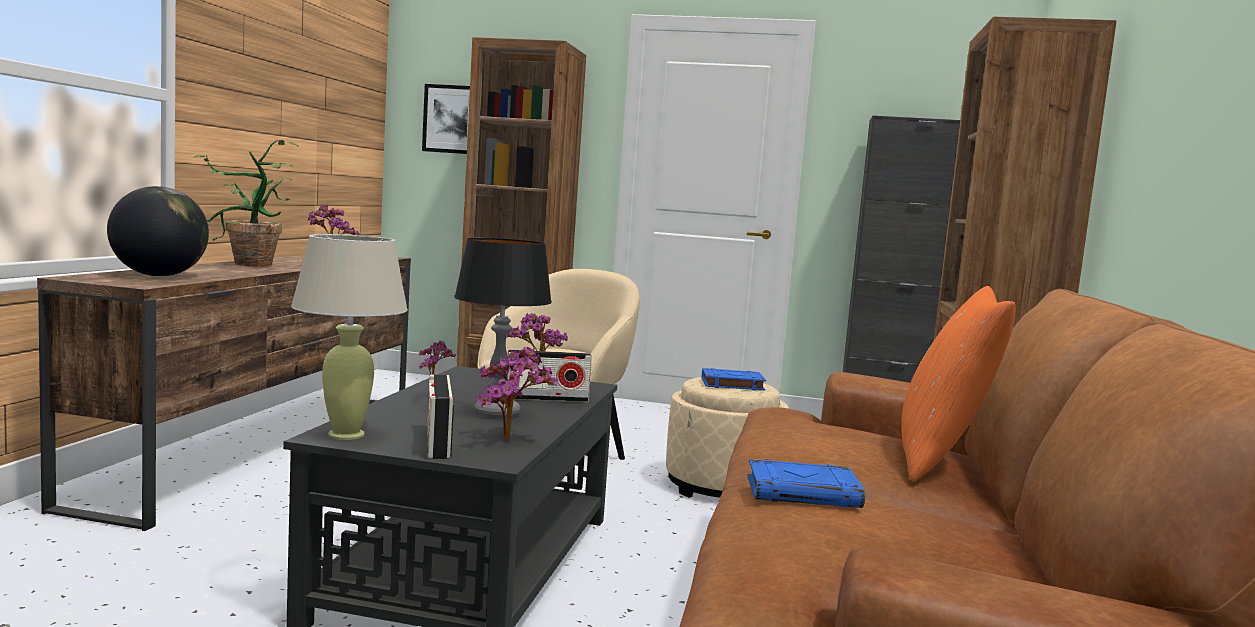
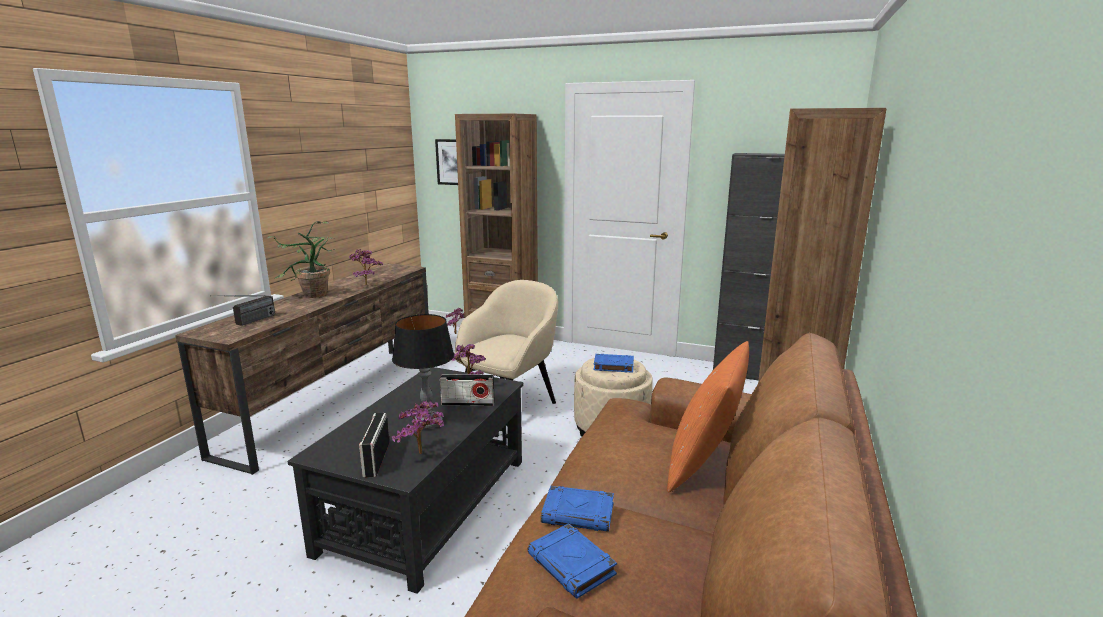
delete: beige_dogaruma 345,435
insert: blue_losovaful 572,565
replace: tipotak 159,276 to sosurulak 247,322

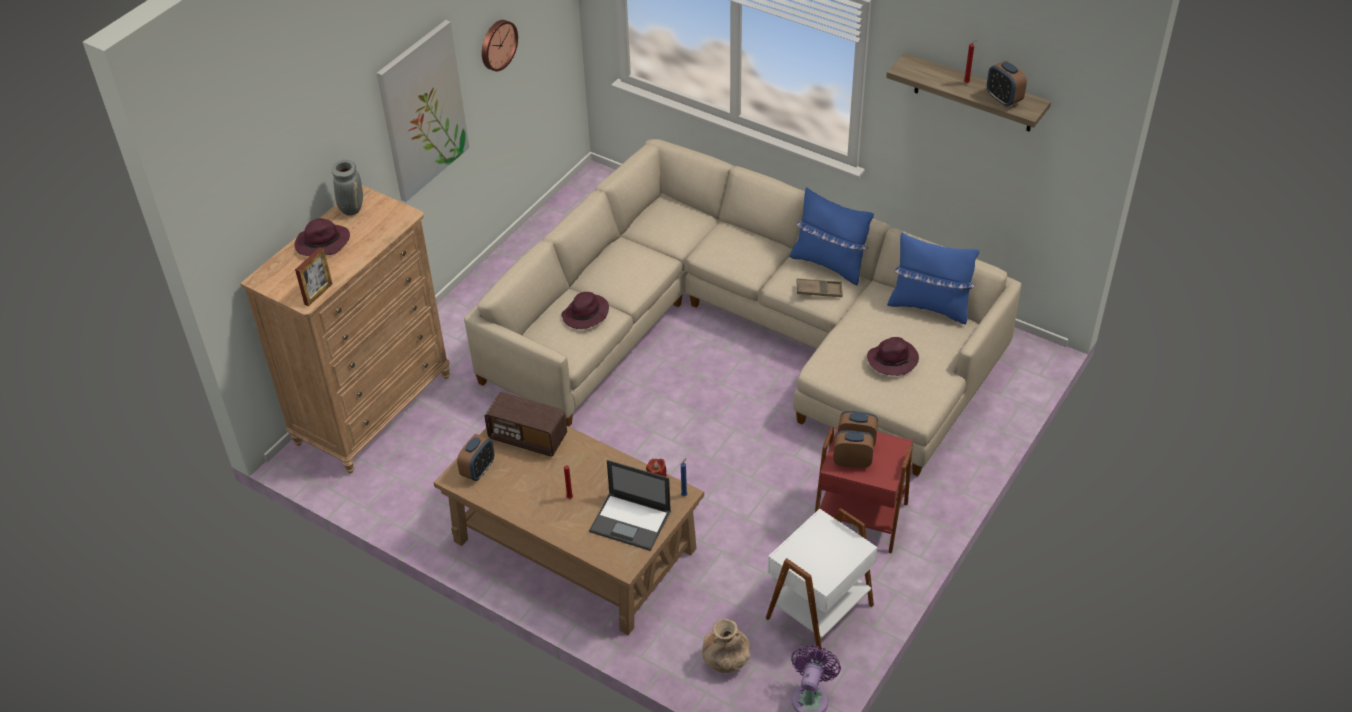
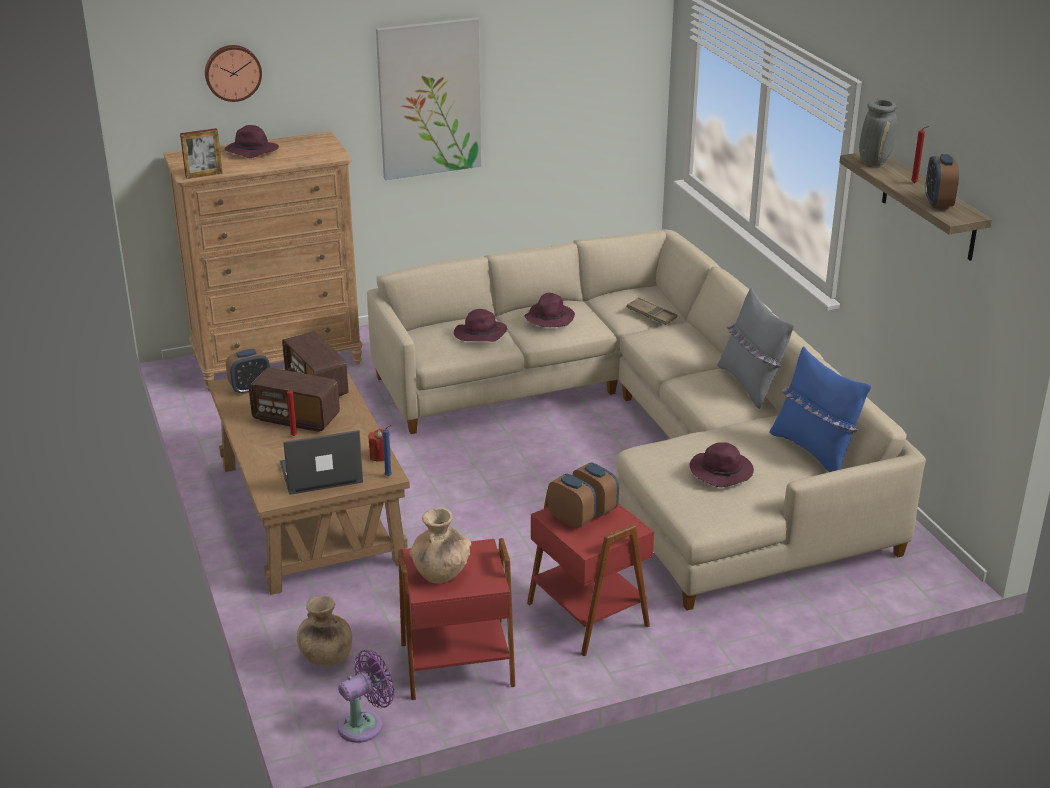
insert: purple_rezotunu 549,318; sosurulak 296,418; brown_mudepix 440,573
move: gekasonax 497,44 to 232,72; grey_mudepix 351,208 to 874,162; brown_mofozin 819,291 to 651,315
recolor: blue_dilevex 829,264 to grey_dilevex 751,385; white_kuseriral 817,610 to red_kuseriral 456,663
rotate: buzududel 631,521 = 320,473 105 degrees clockwise

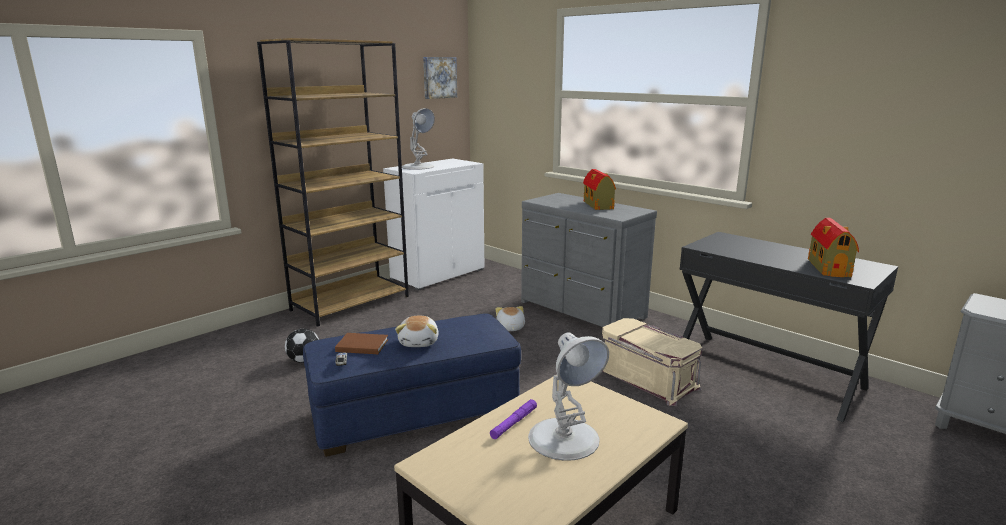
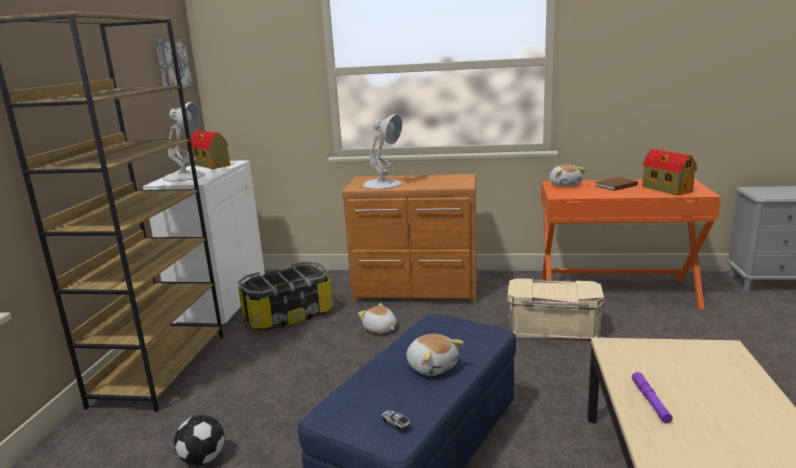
insert: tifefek 565,184; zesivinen 288,315
move: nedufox 598,205 to 212,165; white_dogaruma 564,439 to 383,184; brown_losovaful 361,345 to 615,185
recolor: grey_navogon 581,310 to brown_navogon 416,291; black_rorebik 767,373 to orange_rorebik 616,292

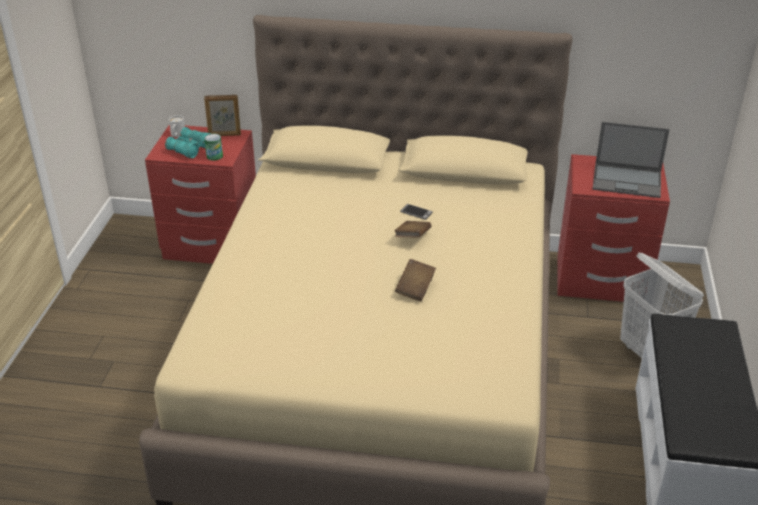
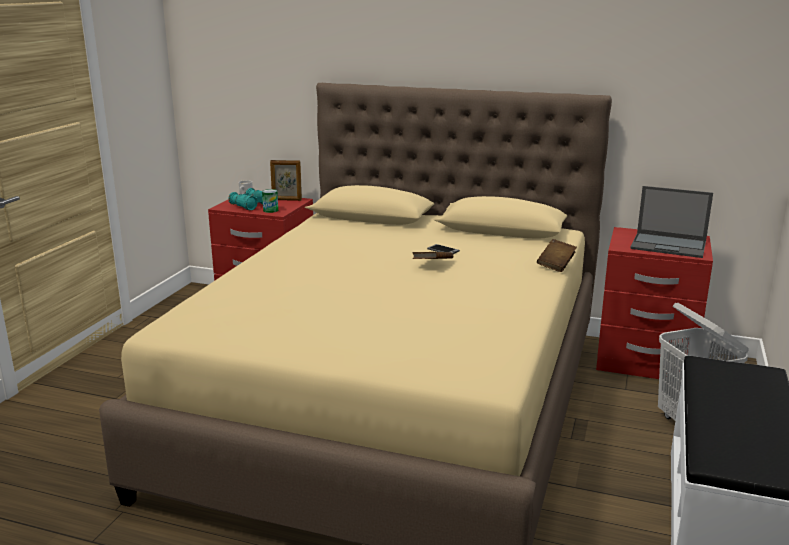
move: brown_losovaful 415,288 to 556,265

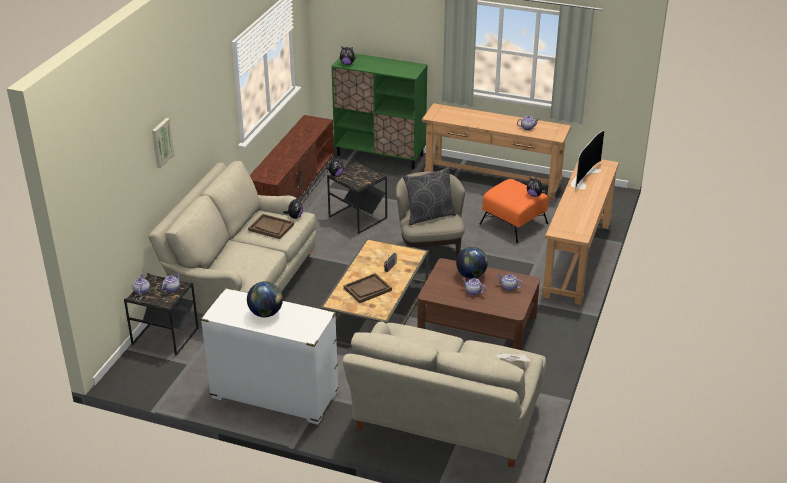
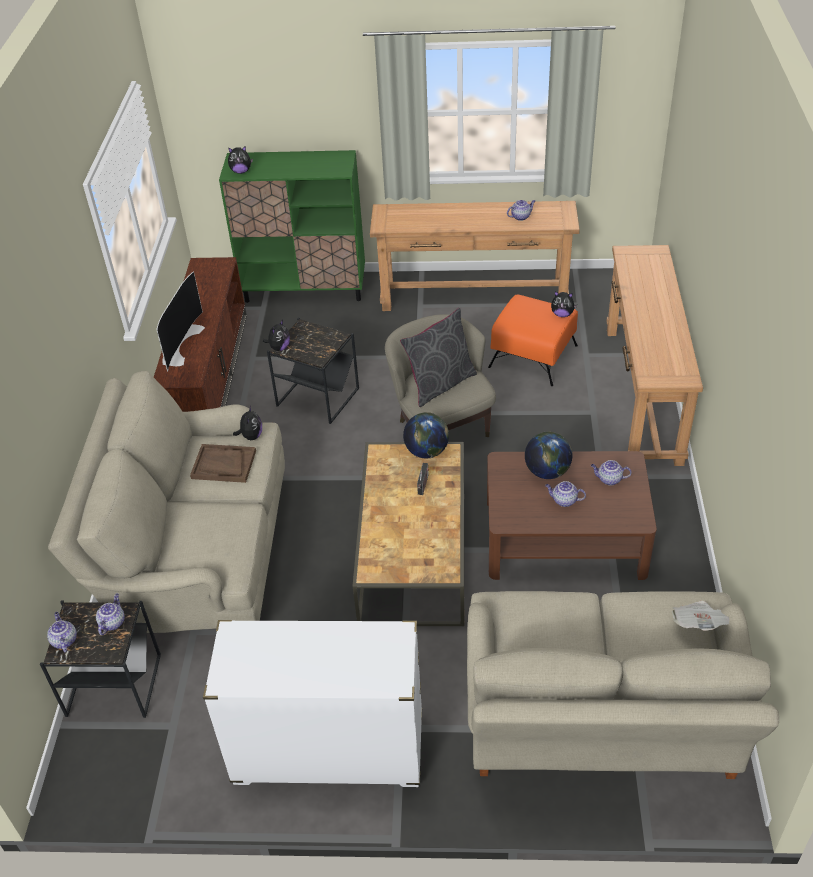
delete: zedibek 161,142; brown_mofozin 367,289
move: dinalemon 583,176 to 180,344; tipotak 266,313 to 427,452

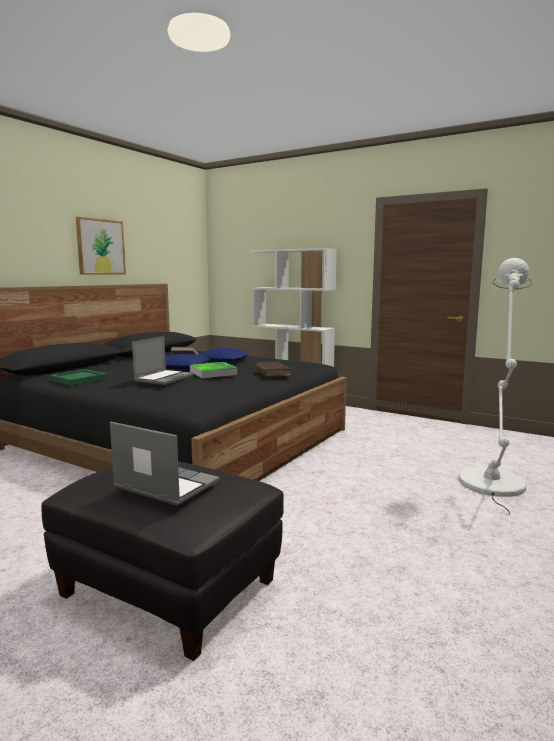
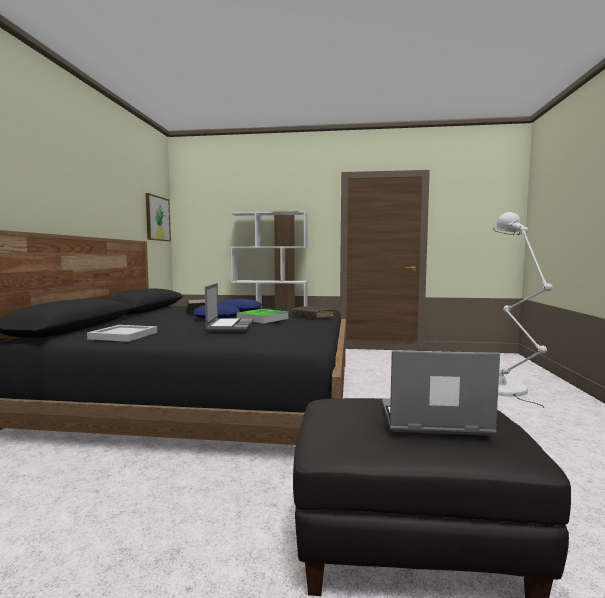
move: zedibek 100,247 to 157,218
recolor: green_mofozin 77,379 to white_mofozin 122,336

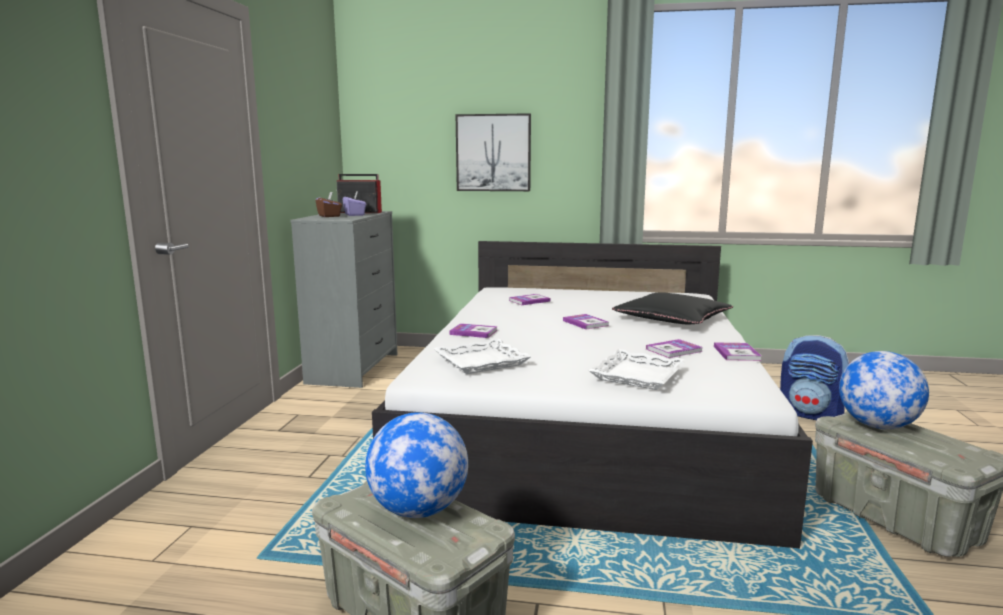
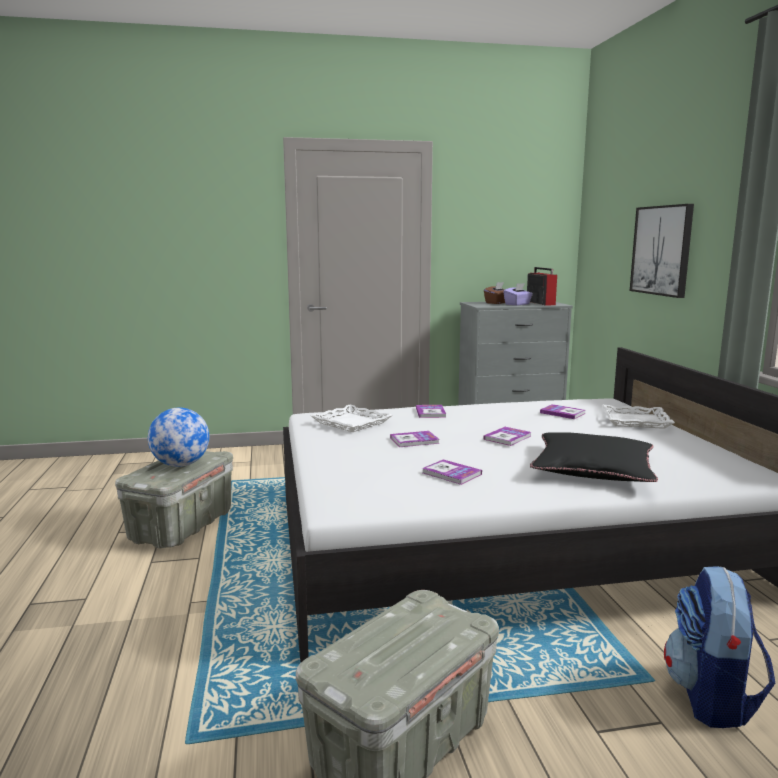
delete: tipotak 877,426
move: losovaful 736,353 to 414,440; white_mofozin 637,375 to 635,421

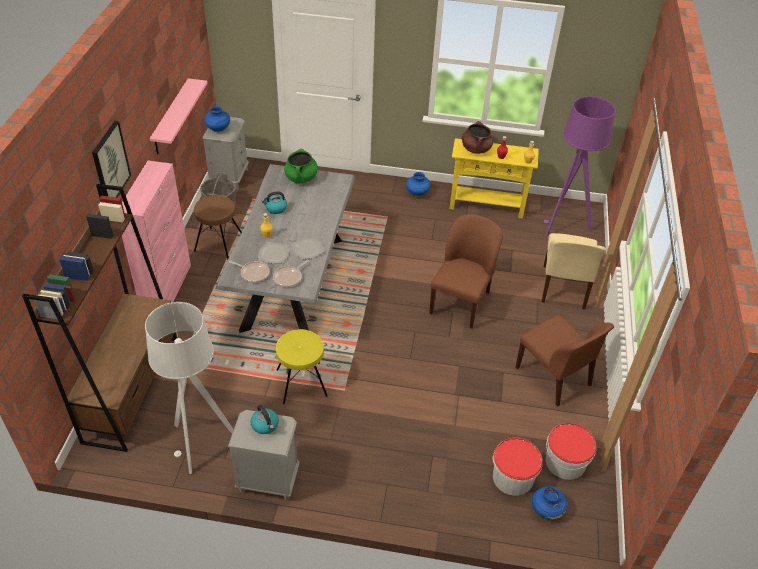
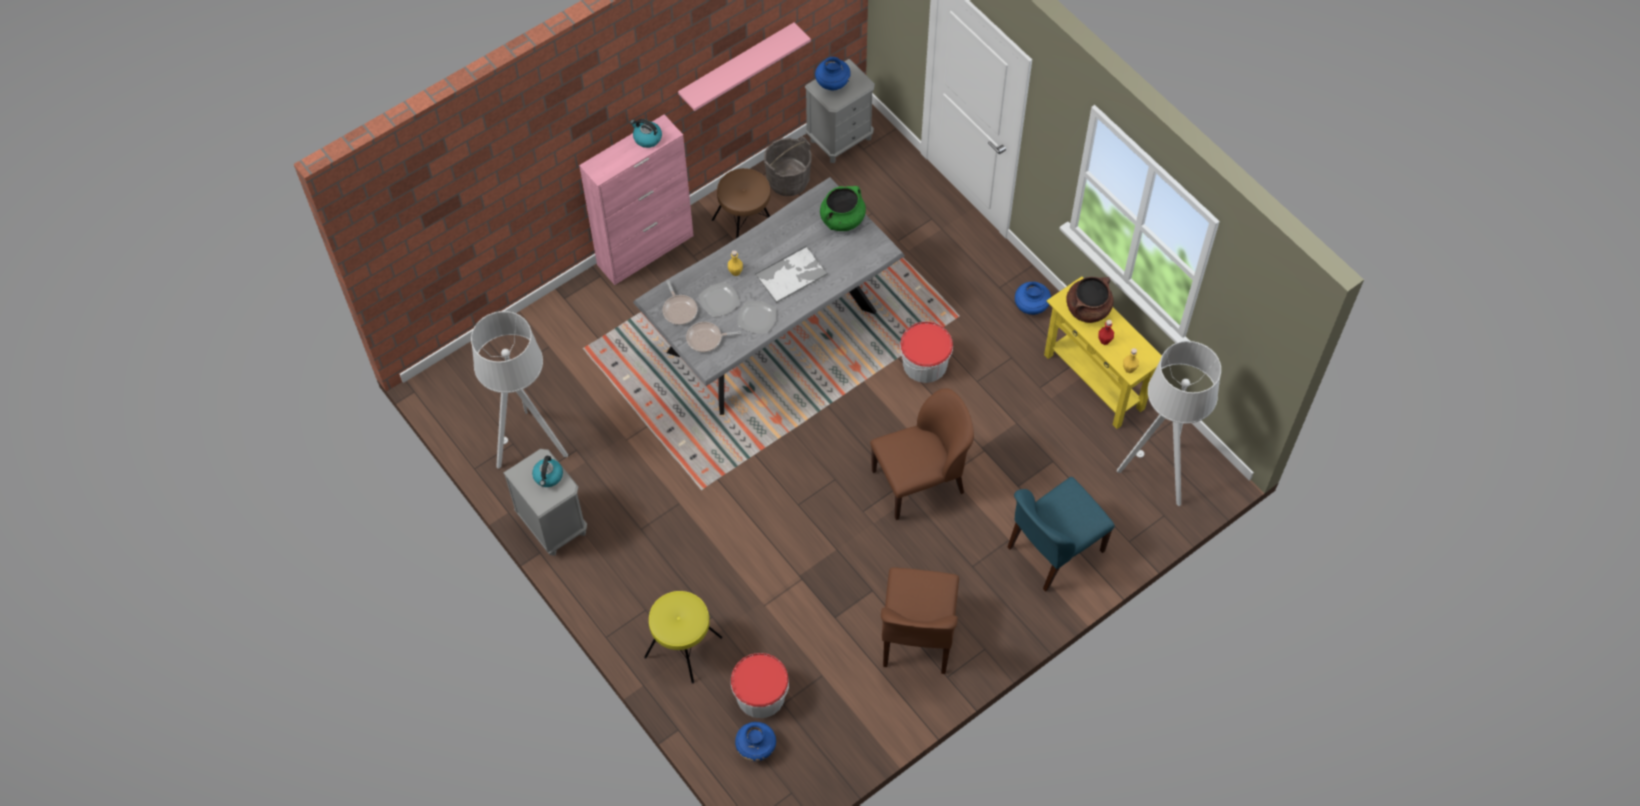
delete: zedibek 110,164; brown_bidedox 132,388
insert: mofozin 792,275
move: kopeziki 275,208 to 647,138; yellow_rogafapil 301,382 to 683,646; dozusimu 565,462 to 925,363
recolor: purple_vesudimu 564,224 to grey_vesudimu 1158,473; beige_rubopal 563,288 to blue_rubopal 1053,550

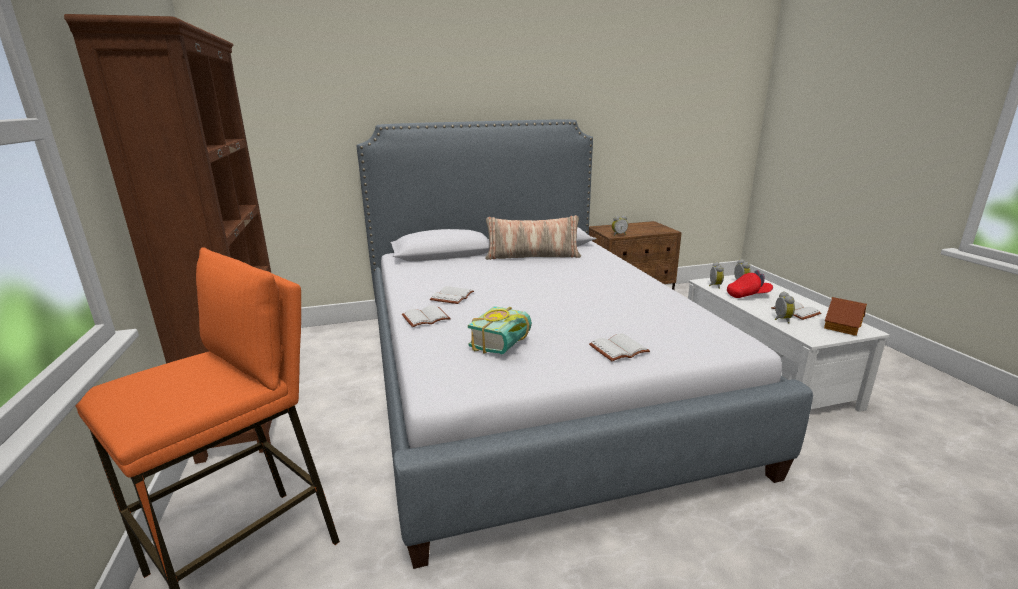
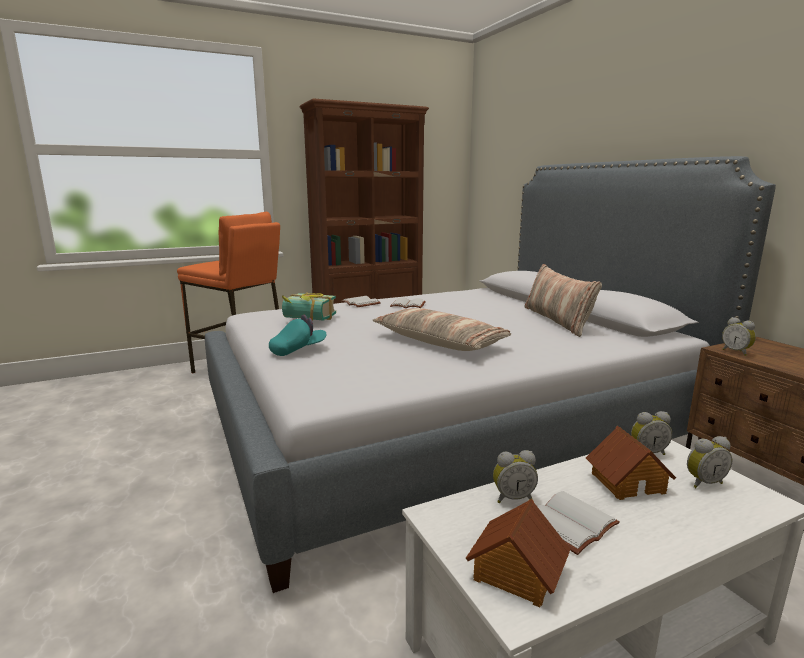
insert: dilevex 439,341
replace: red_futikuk 748,295 to nedufox 626,482; white_losovaful 619,350 to turquoise_futikuk 298,350

